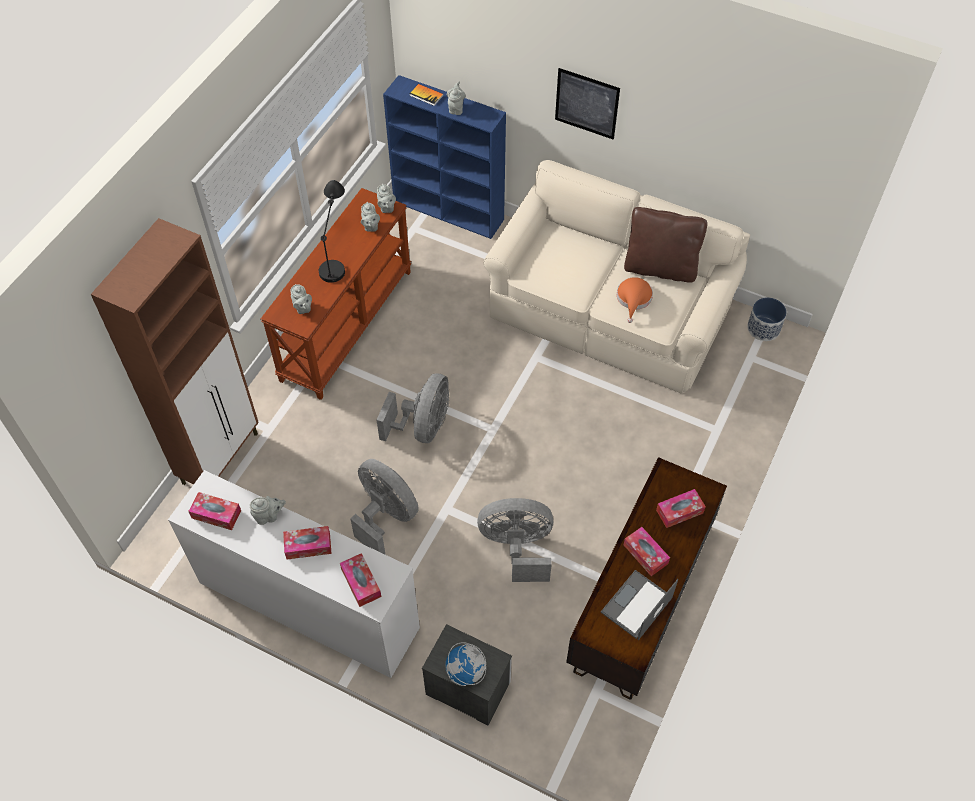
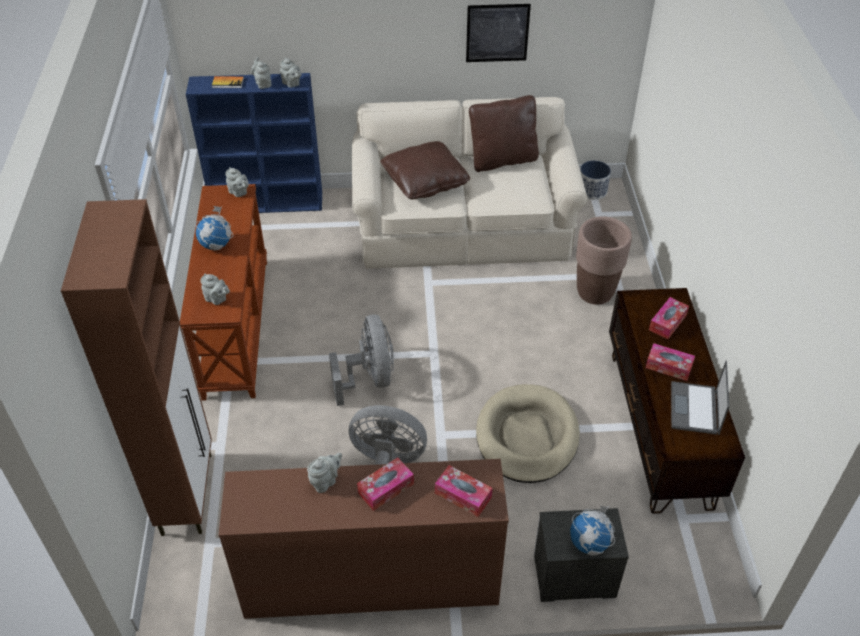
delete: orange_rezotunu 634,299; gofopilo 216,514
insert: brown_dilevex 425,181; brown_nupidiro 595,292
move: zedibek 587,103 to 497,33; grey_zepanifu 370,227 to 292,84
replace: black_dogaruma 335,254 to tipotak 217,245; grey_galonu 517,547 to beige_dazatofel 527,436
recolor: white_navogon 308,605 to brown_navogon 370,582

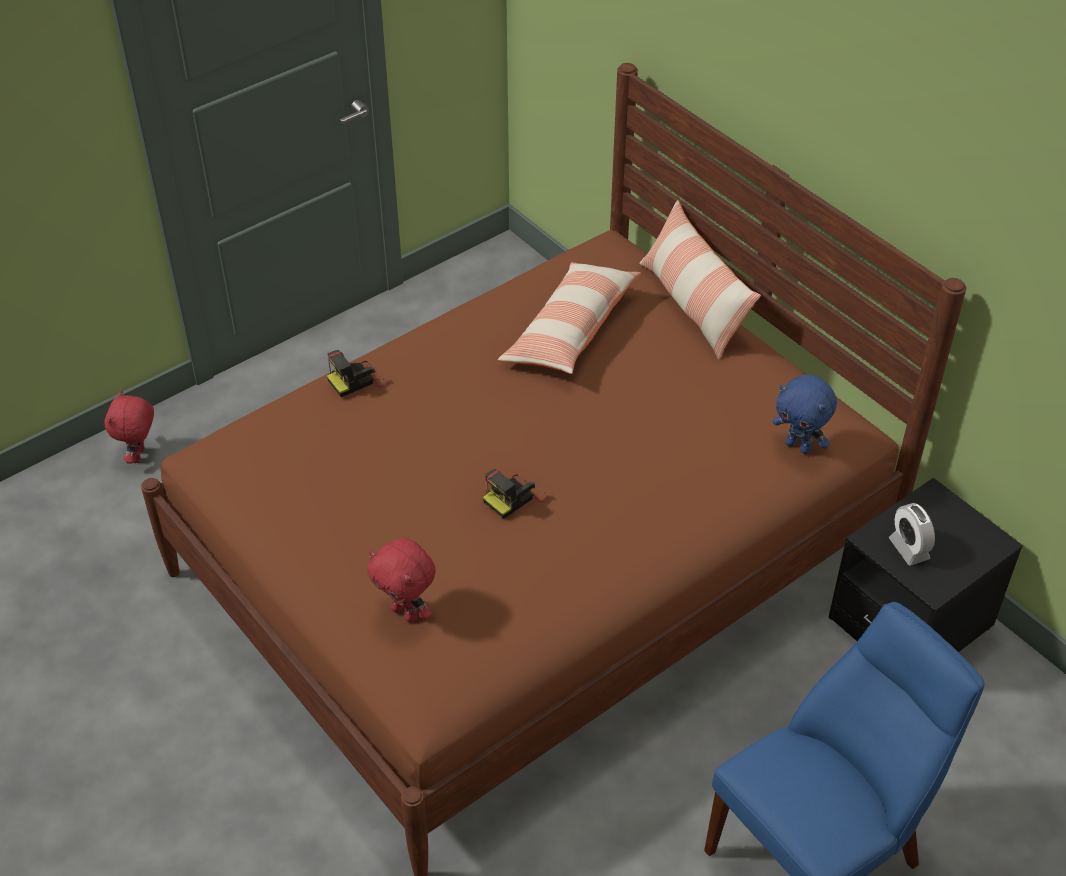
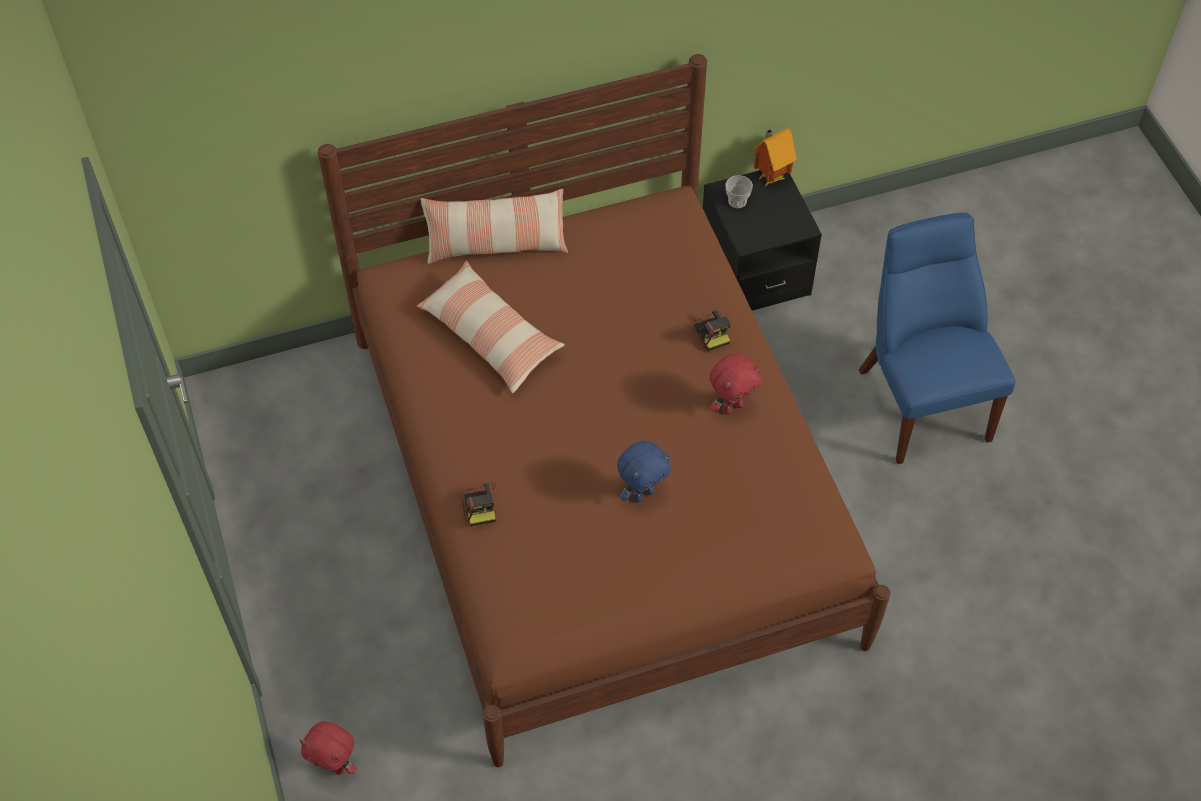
delete: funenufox 909,549
insert: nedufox 770,177; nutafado 737,201
move: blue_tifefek 799,446 to 642,493; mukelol 514,498 to 710,331; red_tifefek 406,613 to 732,407

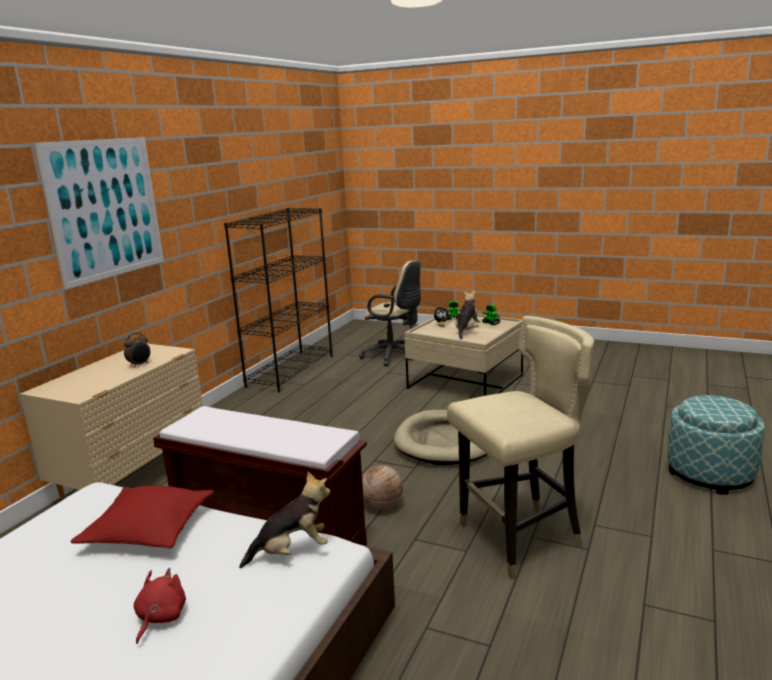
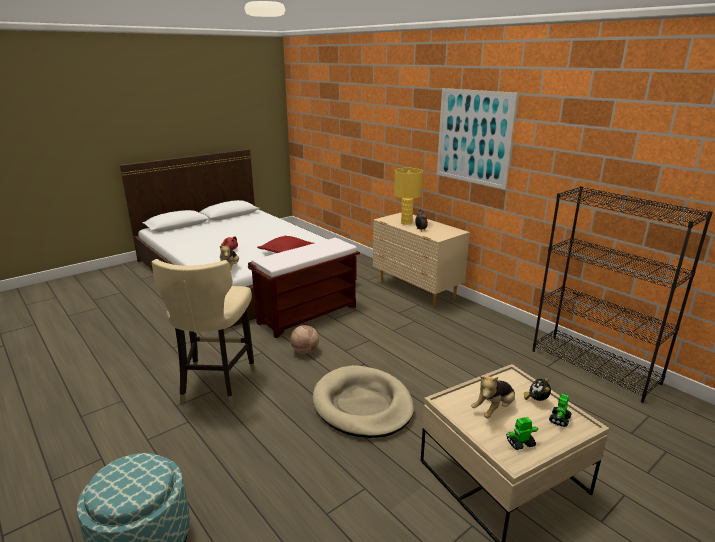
delete: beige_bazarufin 394,356
insert: yellow_dogaruma 406,222
rotate: tifefek 467,331 = 494,409 90 degrees clockwise

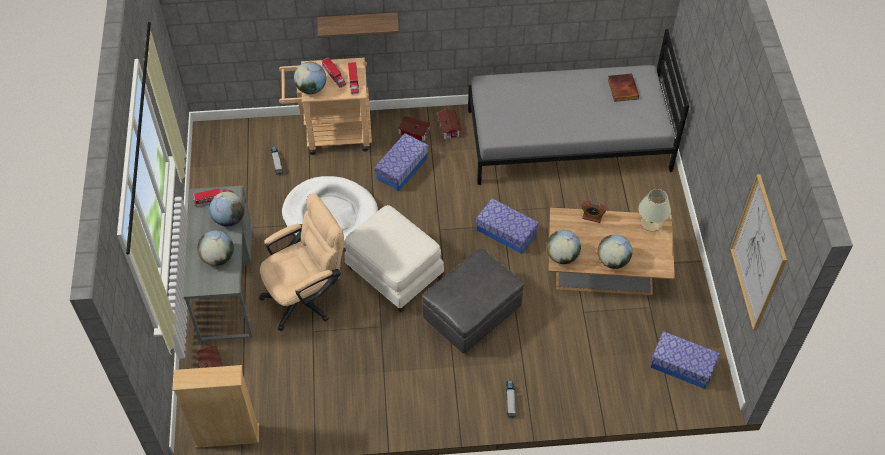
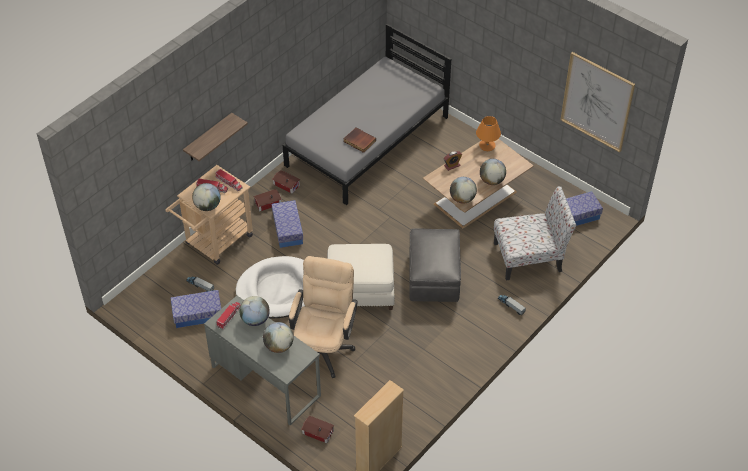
insert: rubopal 529,257
move: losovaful 622,89 to 359,141; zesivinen 506,232 to 197,314
recolor: beige_dogaruma 651,223 to orange_dogaruma 487,146

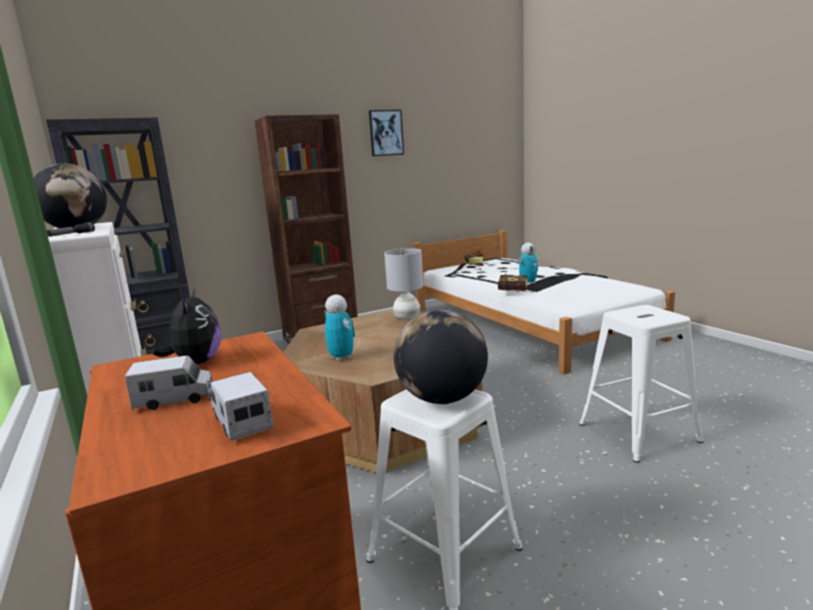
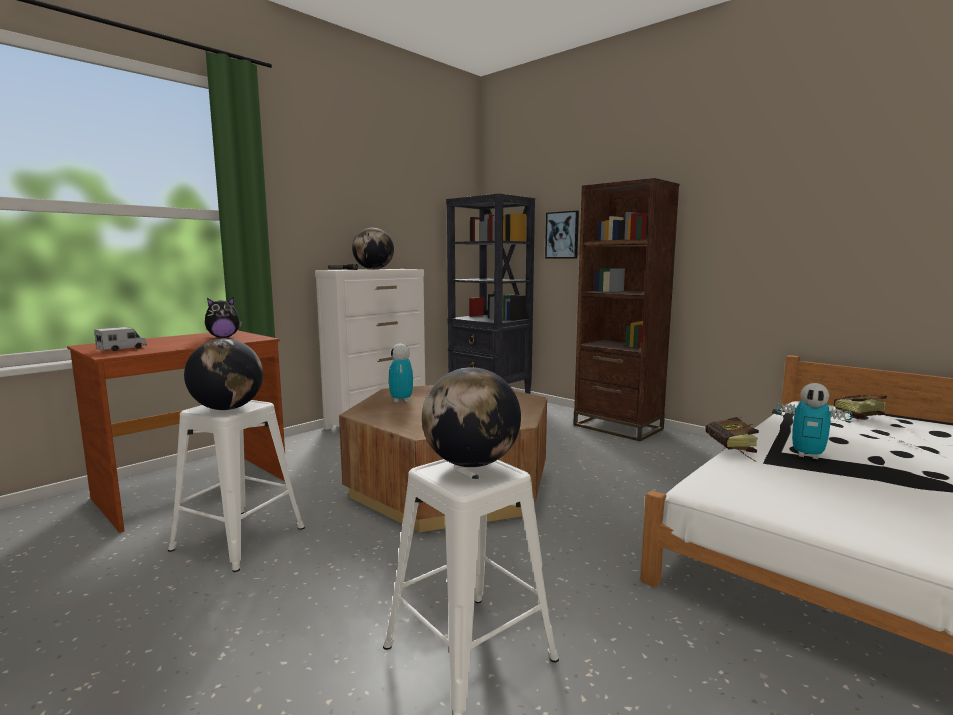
delete: grey_dogaruma 406,317; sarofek 175,399
insert: tipotak 471,463
move: zedibek 386,133 to 562,235
rotate: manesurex 341,357 = 401,400 135 degrees clockwise

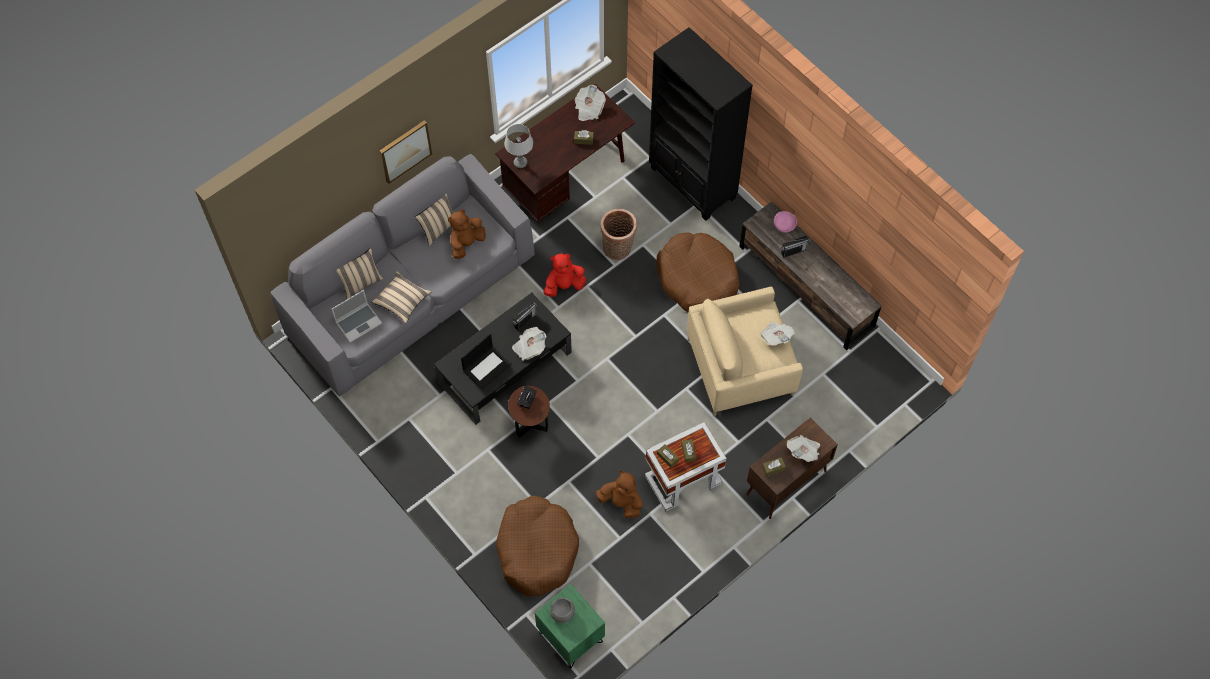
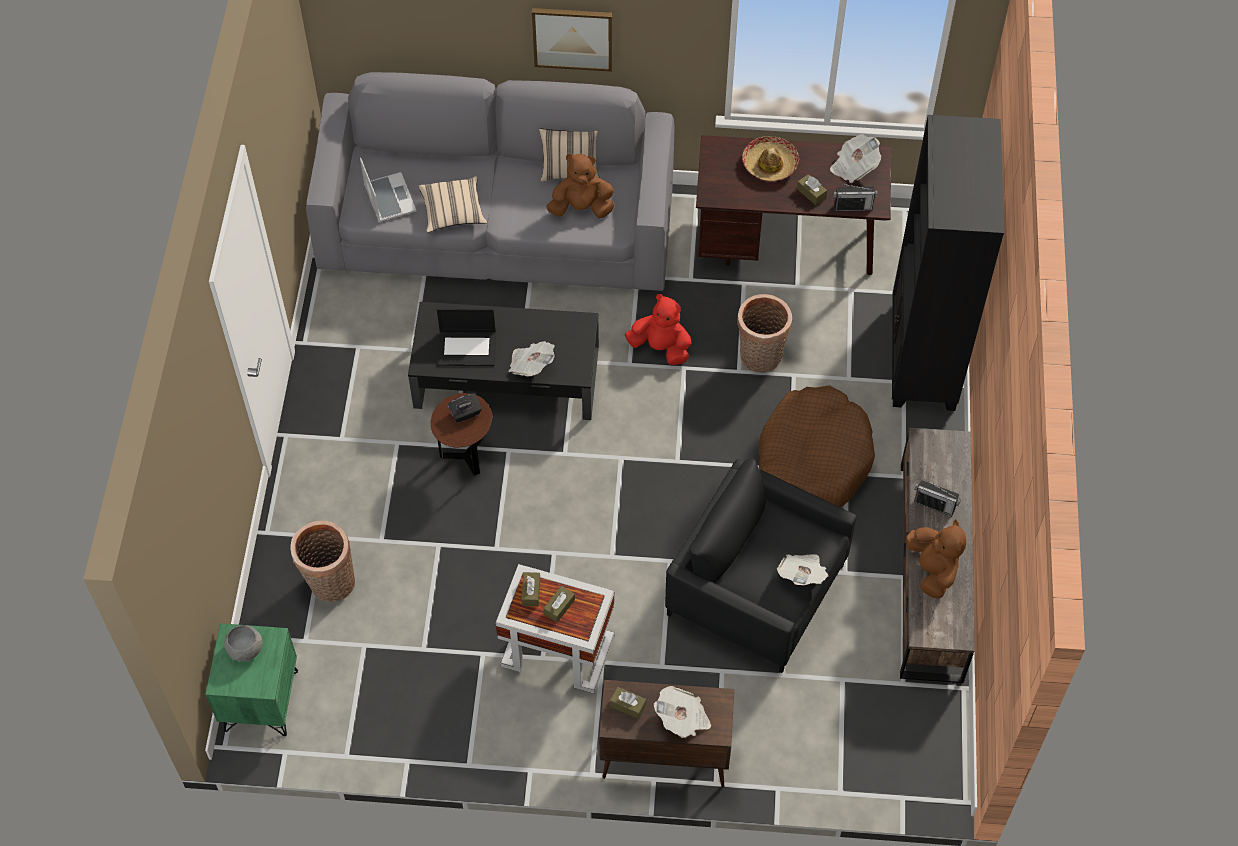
delete: grey_dogaruma 520,163; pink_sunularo 783,226; beige_dilevex 361,283
insert: rezotunu 770,164
move: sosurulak 525,320 to 853,207; brown_tifefek 621,502 to 932,570
replace: brown_dazatofel 537,550 to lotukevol 329,584
recolor: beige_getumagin 740,366 to black_getumagin 756,590
rotate: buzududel 359,322 = 388,198 120 degrees counterclockwise

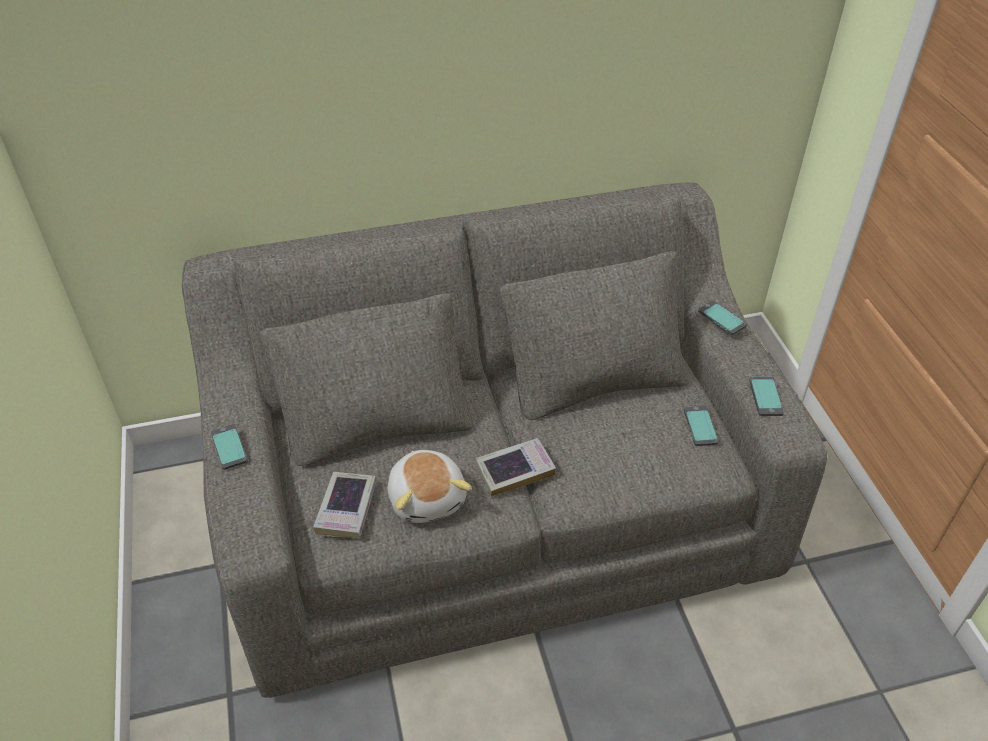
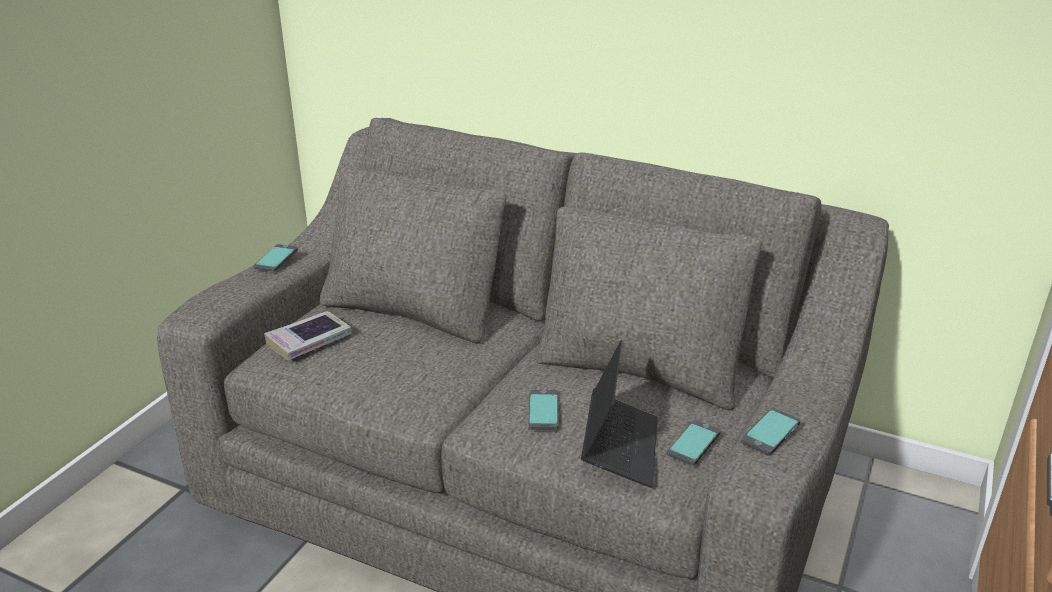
delete: losovaful 515,470; tifefek 428,497
insert: buzududel 620,447
move: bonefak 721,318 to 543,411

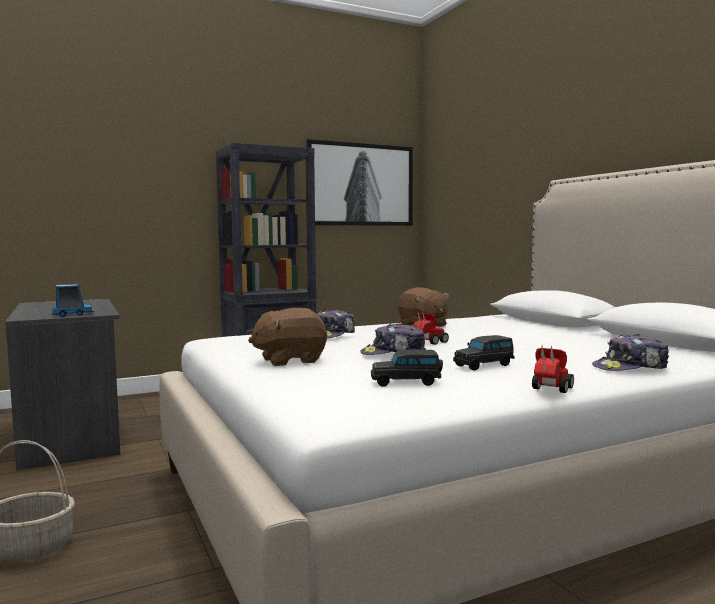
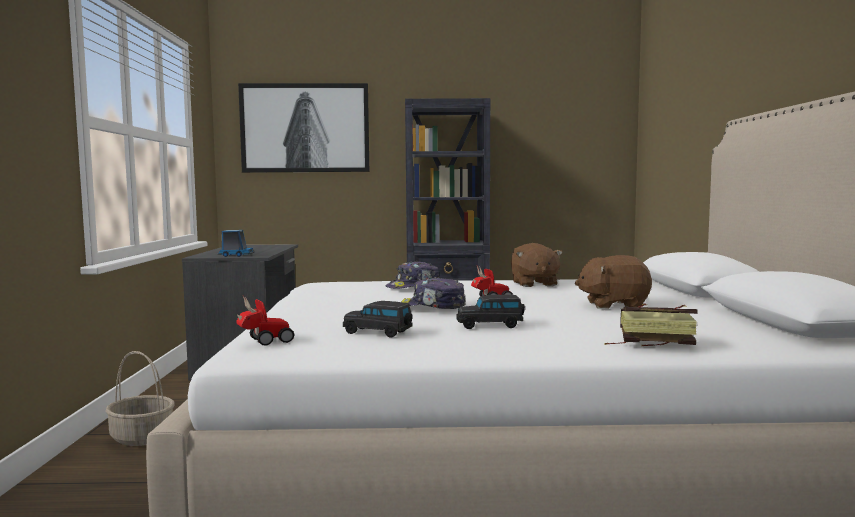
move: zedibek 360,184 to 305,128; brown_tifefek 289,360 to 613,305; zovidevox 550,390 to 264,342
replace: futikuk 631,368 to losovaful 647,344

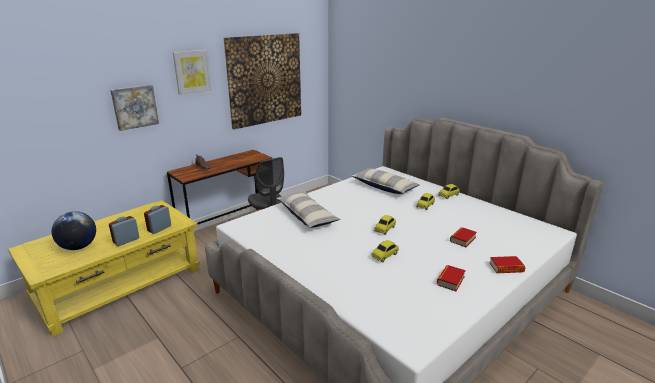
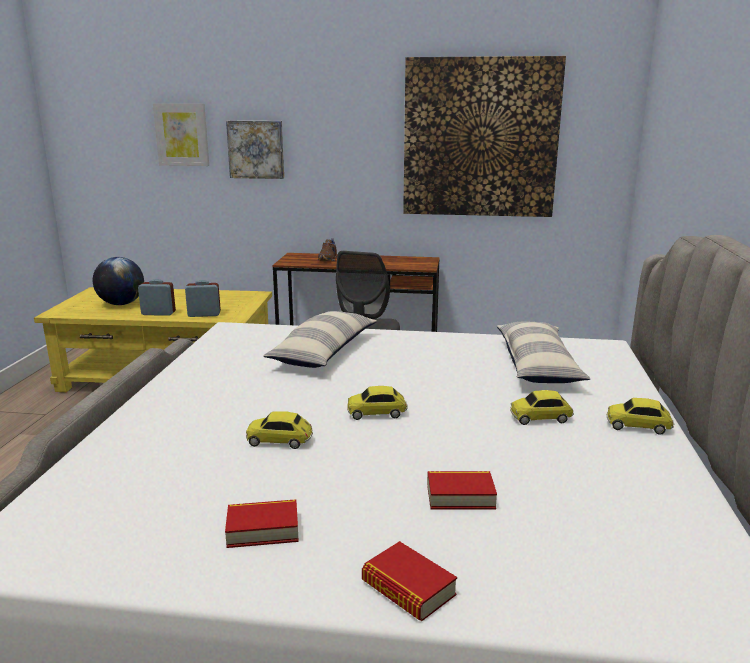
move: zedibek 192,71 to 182,134

